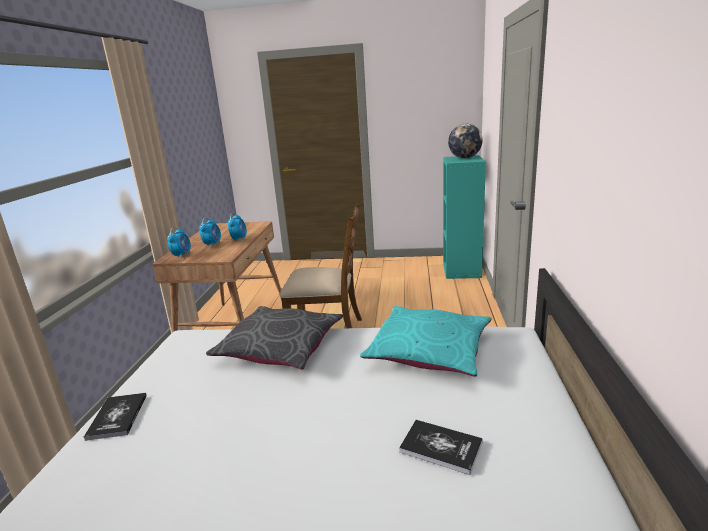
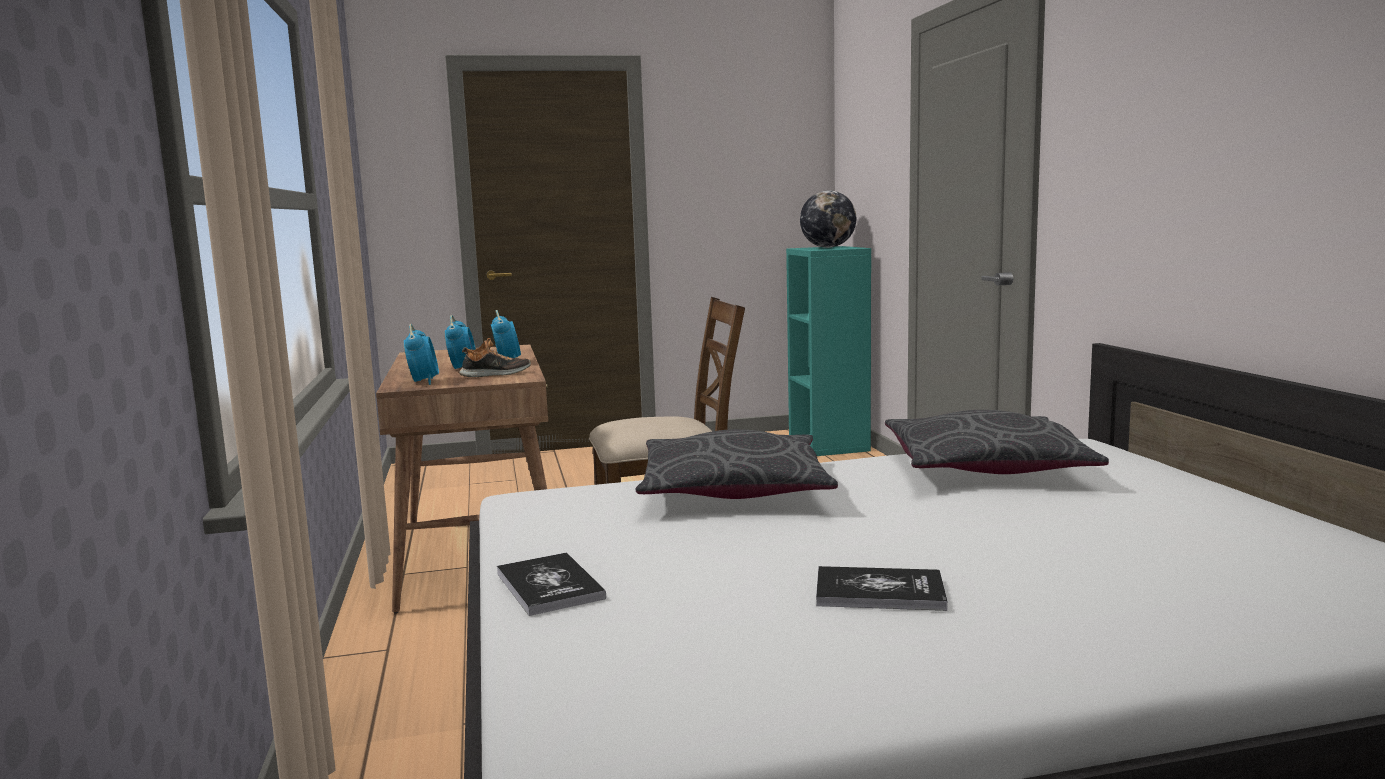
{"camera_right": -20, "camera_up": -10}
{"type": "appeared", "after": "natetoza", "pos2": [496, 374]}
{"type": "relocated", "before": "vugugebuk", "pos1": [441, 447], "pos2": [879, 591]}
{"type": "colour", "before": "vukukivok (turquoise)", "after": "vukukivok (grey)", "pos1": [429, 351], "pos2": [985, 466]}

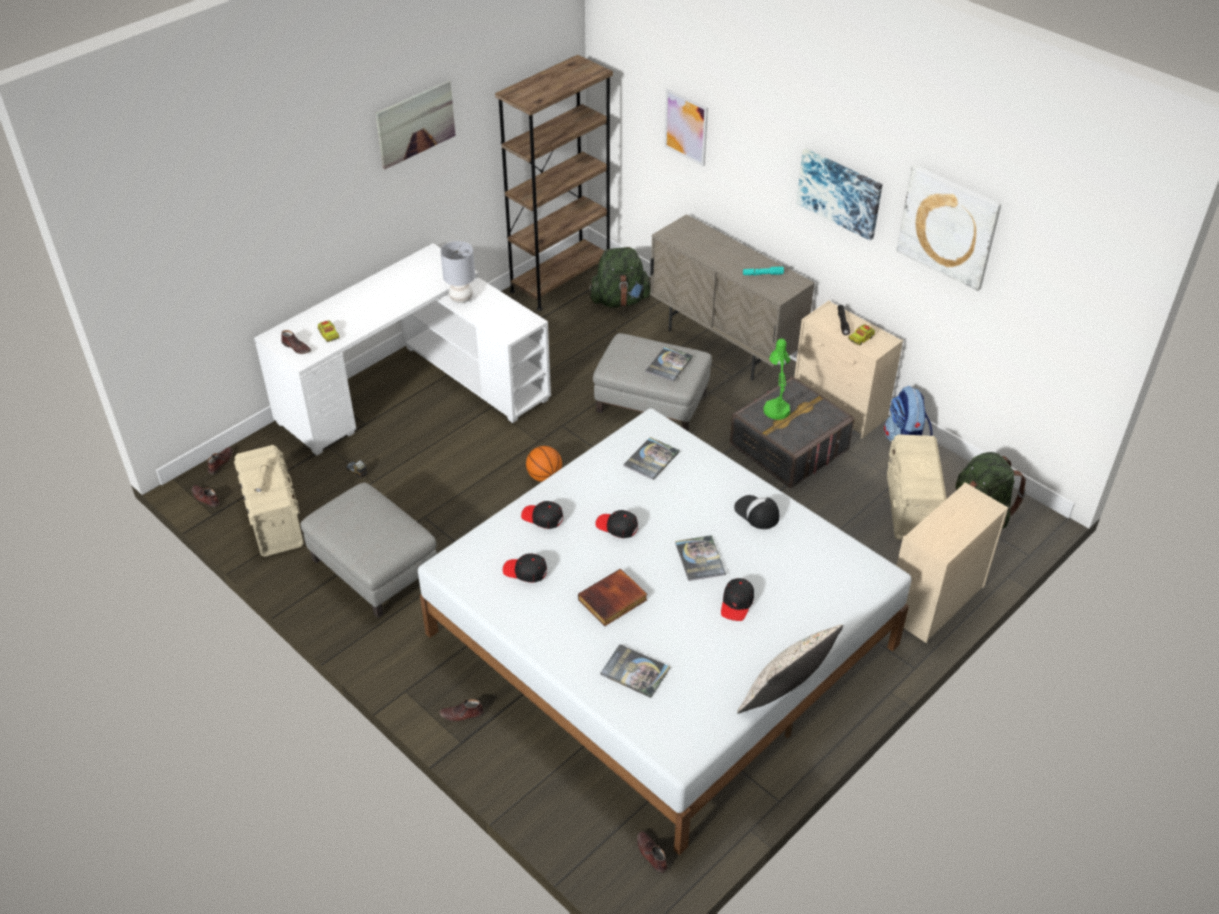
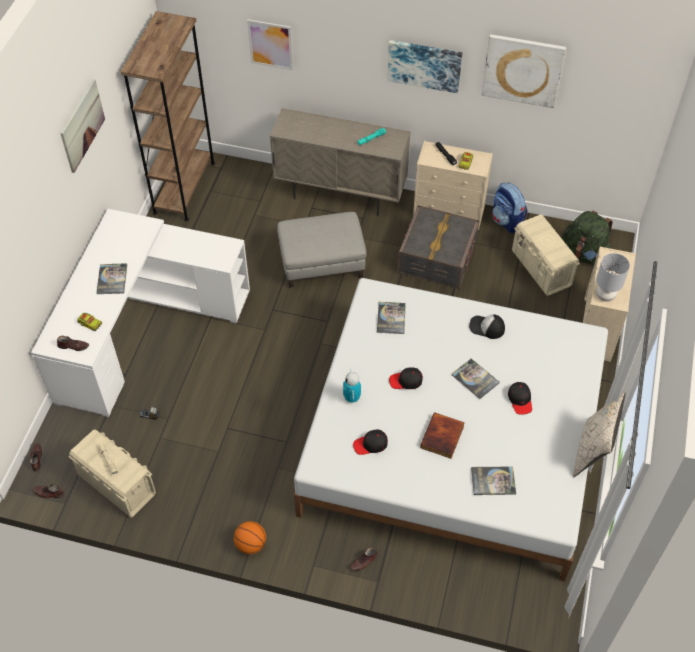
{"camera_right": -30, "camera_up": 10}
{"type": "missing", "before": "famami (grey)", "pos1": [373, 568]}
{"type": "missing", "before": "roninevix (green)", "pos1": [620, 300]}
{"type": "missing", "before": "natetoza (brown)", "pos1": [651, 854]}
{"type": "missing", "before": "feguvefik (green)", "pos1": [776, 406]}
{"type": "relocated", "before": "feguvefik (grey)", "pos1": [461, 299], "pos2": [605, 295]}
{"type": "relocated", "before": "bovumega", "pos1": [544, 476], "pos2": [251, 544]}
{"type": "relocated", "before": "vugugebuk", "pos1": [669, 364], "pos2": [112, 279]}
{"type": "exchanged", "before": "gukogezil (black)", "after": "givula", "pos1": [542, 517], "pos2": [352, 398]}

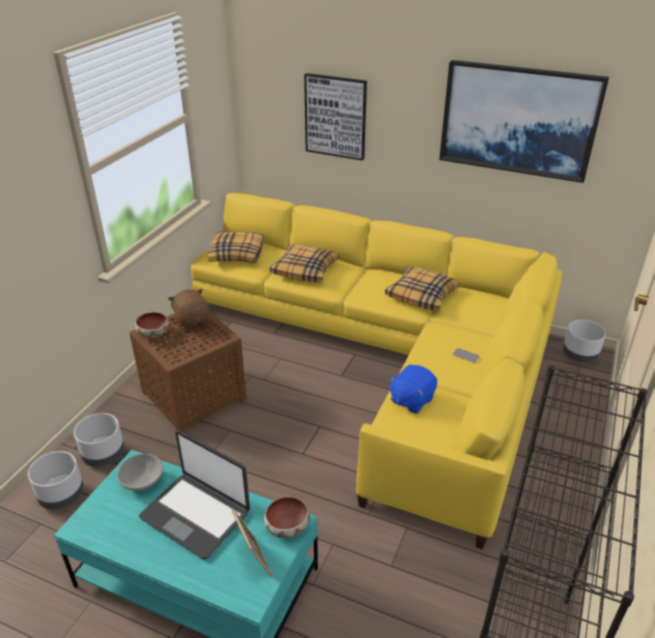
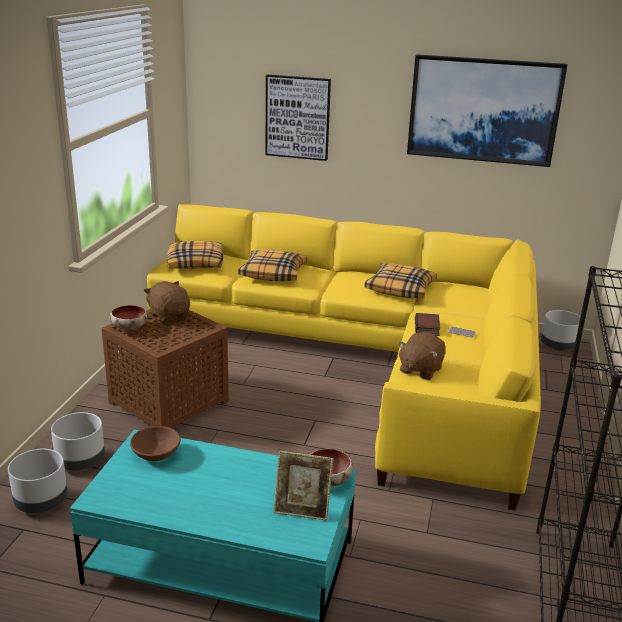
{"camera_right": -10, "camera_up": -10}
{"type": "missing", "before": "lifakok", "pos1": [196, 514]}
{"type": "appeared", "after": "vugugebuk", "pos2": [428, 328]}
{"type": "colour", "before": "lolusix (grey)", "after": "lolusix (brown)", "pos1": [143, 481], "pos2": [156, 454]}
{"type": "colour", "before": "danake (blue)", "after": "danake (brown)", "pos1": [411, 400], "pos2": [420, 370]}
{"type": "spun", "before": "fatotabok", "pos1": [254, 560], "pos2": [302, 510], "turn": 135}

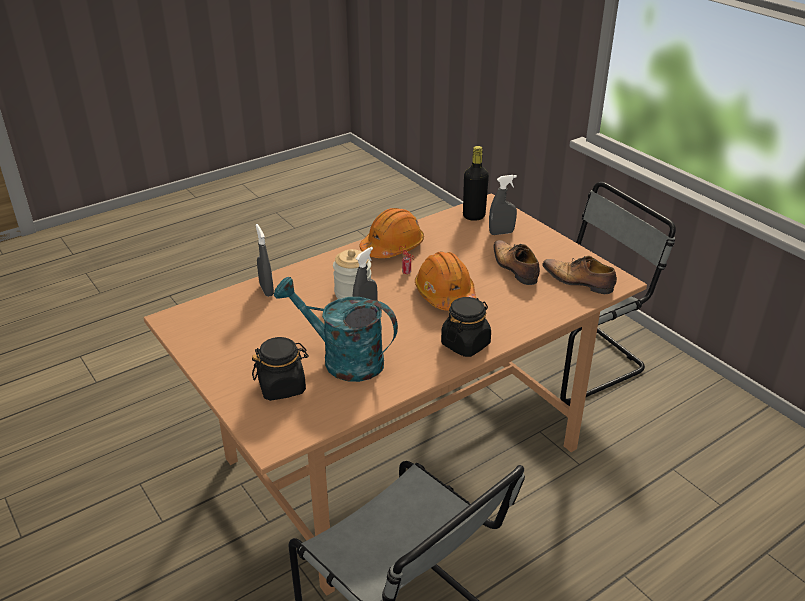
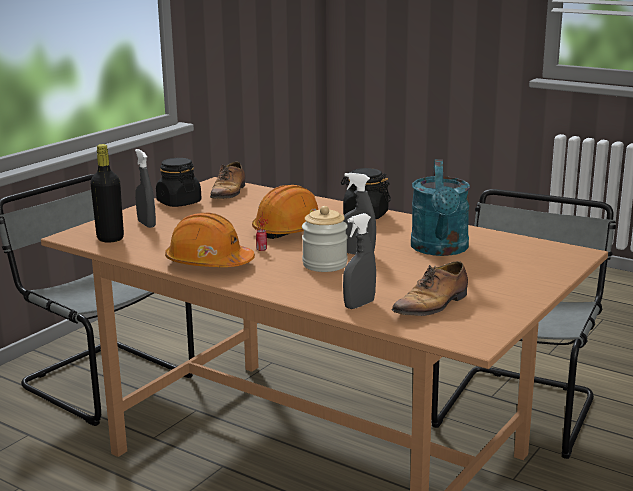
{"camera_right": -110, "camera_up": -15}
{"type": "relocated", "before": "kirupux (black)", "pos1": [282, 386], "pos2": [179, 202]}
{"type": "relocated", "before": "natetoza", "pos1": [514, 268], "pos2": [432, 305]}

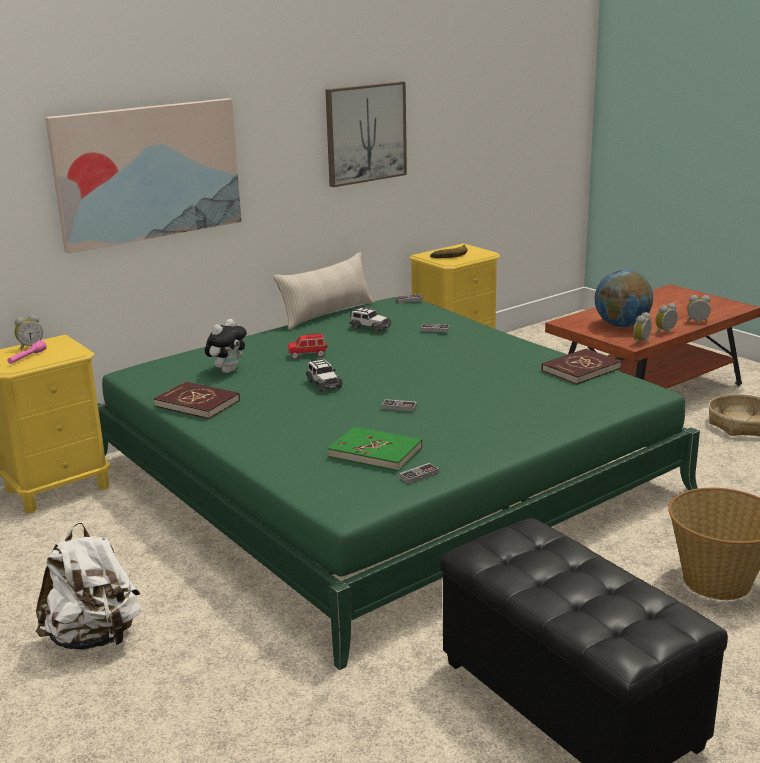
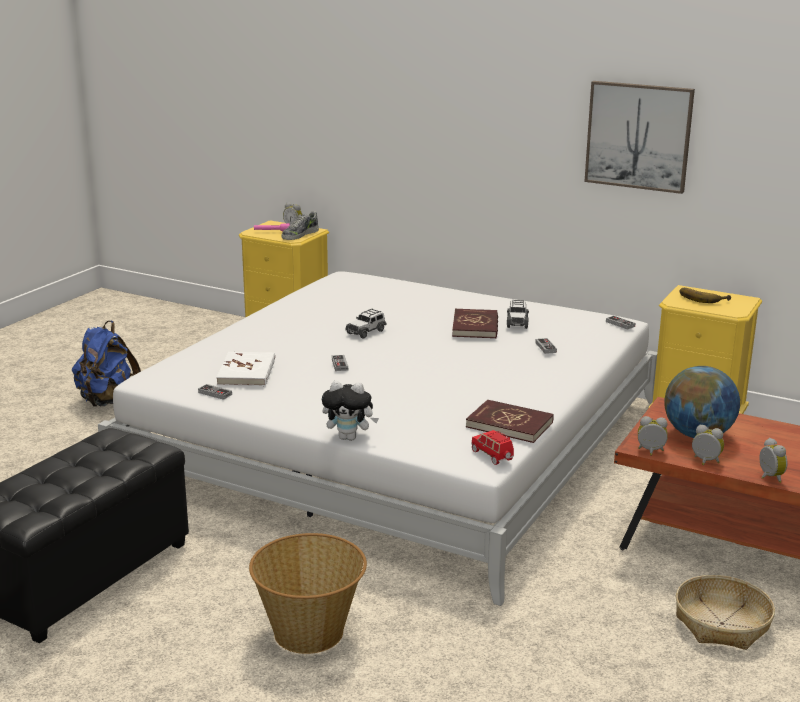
{"camera_right": 65, "camera_up": 0}
{"type": "missing", "before": "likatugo", "pos1": [148, 172]}
{"type": "missing", "before": "vukukivok (beige)", "pos1": [327, 314]}
{"type": "appeared", "after": "natetoza", "pos2": [300, 235]}
{"type": "relocated", "before": "vugugebuk (red)", "pos1": [197, 403], "pos2": [475, 326]}
{"type": "relocated", "before": "danake", "pos1": [228, 370], "pos2": [349, 438]}
{"type": "relocated", "before": "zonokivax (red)", "pos1": [308, 355], "pos2": [492, 456]}
{"type": "colour", "before": "roninevix (white)", "after": "roninevix (blue)", "pos1": [94, 638], "pos2": [107, 401]}
{"type": "colour", "before": "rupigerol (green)", "after": "rupigerol (white)", "pos1": [382, 476], "pos2": [398, 441]}
{"type": "colour", "before": "vugugebuk (green)", "after": "vugugebuk (white)", "pos1": [375, 452], "pos2": [247, 372]}

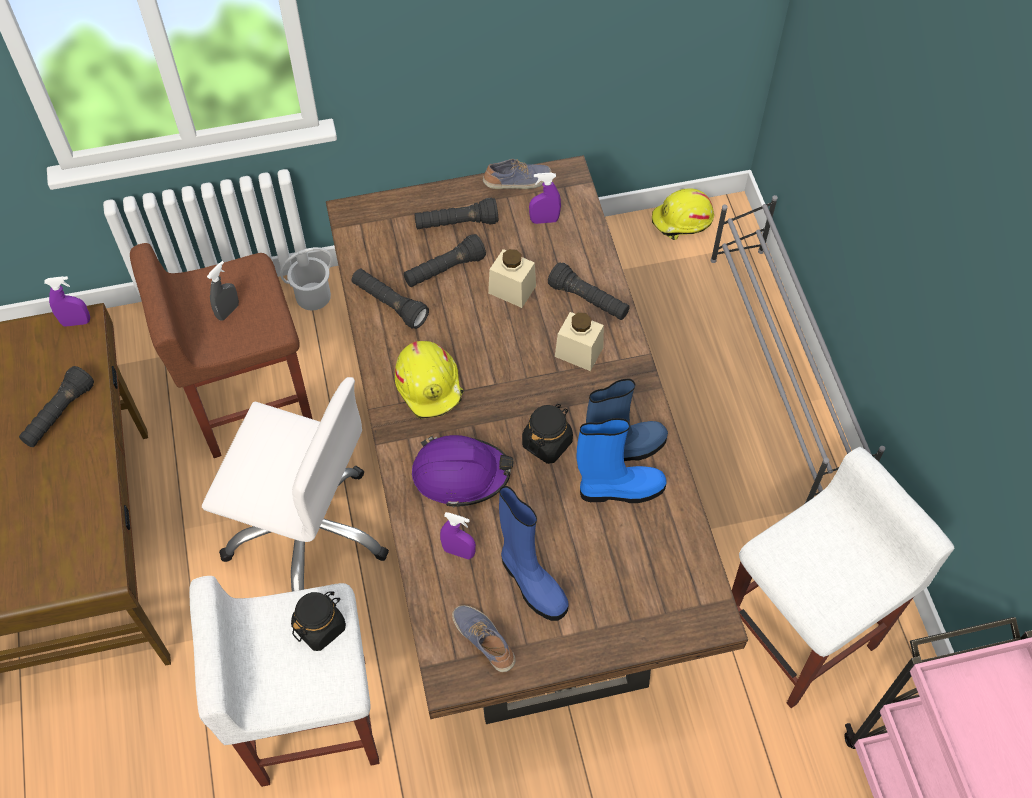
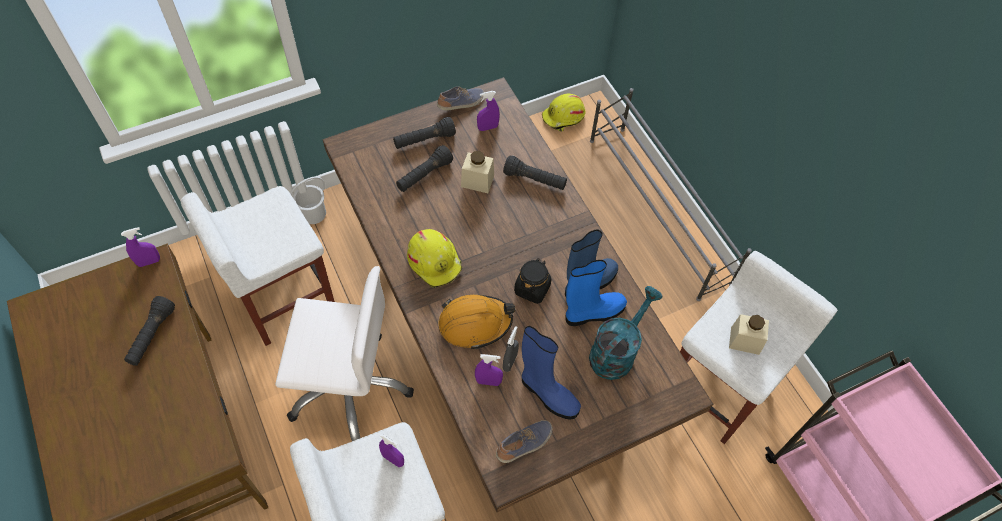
{"camera_right": -15, "camera_up": 0}
{"type": "missing", "before": "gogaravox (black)", "pos1": [389, 304]}
{"type": "appeared", "after": "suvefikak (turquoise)", "pos2": [616, 351]}
{"type": "relocated", "before": "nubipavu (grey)", "pos1": [228, 311], "pos2": [510, 362]}
{"type": "relocated", "before": "kirupux (beige)", "pos1": [579, 352], "pos2": [745, 341]}
{"type": "exchanged", "before": "kirupux (black)", "after": "nubipavu (purple)", "pos1": [320, 627], "pos2": [393, 459]}
{"type": "colour", "before": "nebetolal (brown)", "after": "nebetolal (white)", "pos1": [249, 403], "pos2": [283, 300]}
{"type": "colour", "before": "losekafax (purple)", "after": "losekafax (orange)", "pos1": [460, 474], "pos2": [475, 323]}
{"type": "spun", "before": "natetoza", "pos1": [484, 640], "pos2": [525, 444], "turn": 105}

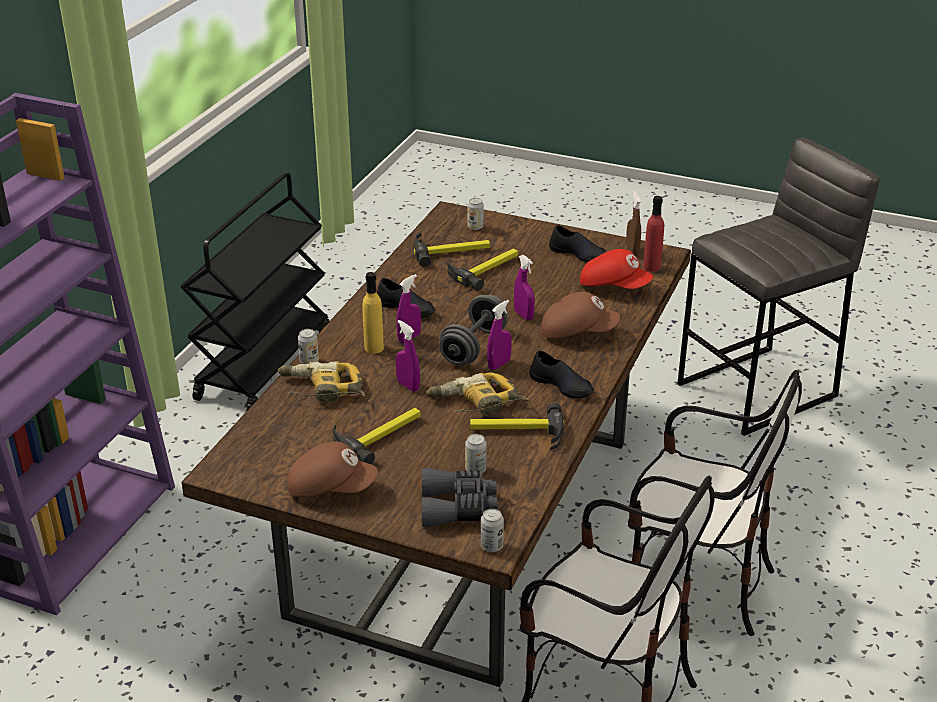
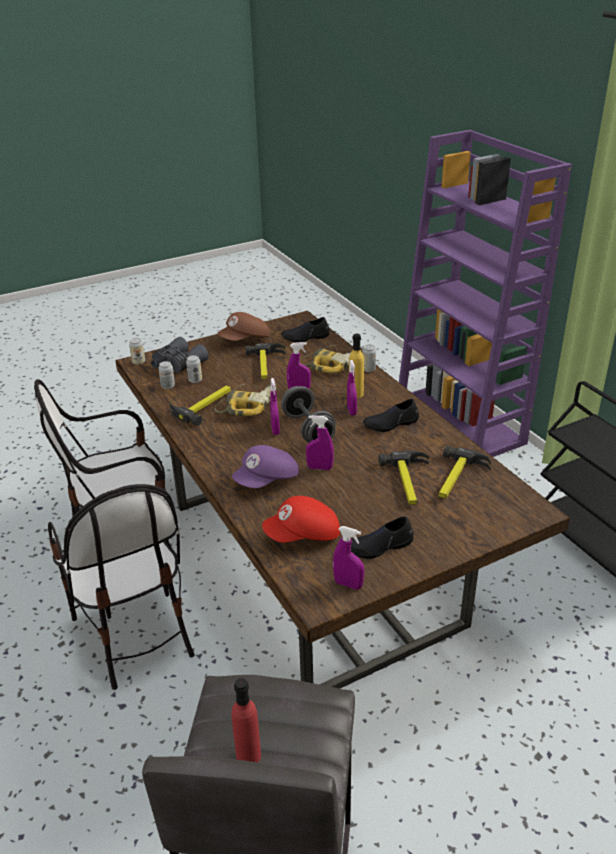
{"camera_right": 130, "camera_up": 0}
{"type": "relocated", "before": "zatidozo", "pos1": [475, 227], "pos2": [168, 386]}
{"type": "relocated", "before": "natetoza (black)", "pos1": [562, 385], "pos2": [305, 337]}
{"type": "relocated", "before": "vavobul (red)", "pos1": [651, 267], "pos2": [248, 755]}
{"type": "colour", "before": "gukogezil (brown)", "after": "gukogezil (purple)", "pos1": [577, 332], "pos2": [267, 480]}
{"type": "colour", "before": "nubipavu (brown)", "after": "nubipavu (purple)", "pos1": [632, 251], "pos2": [348, 584]}
{"type": "spun", "before": "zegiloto", "pos1": [694, 585], "pos2": [134, 633], "turn": -90}

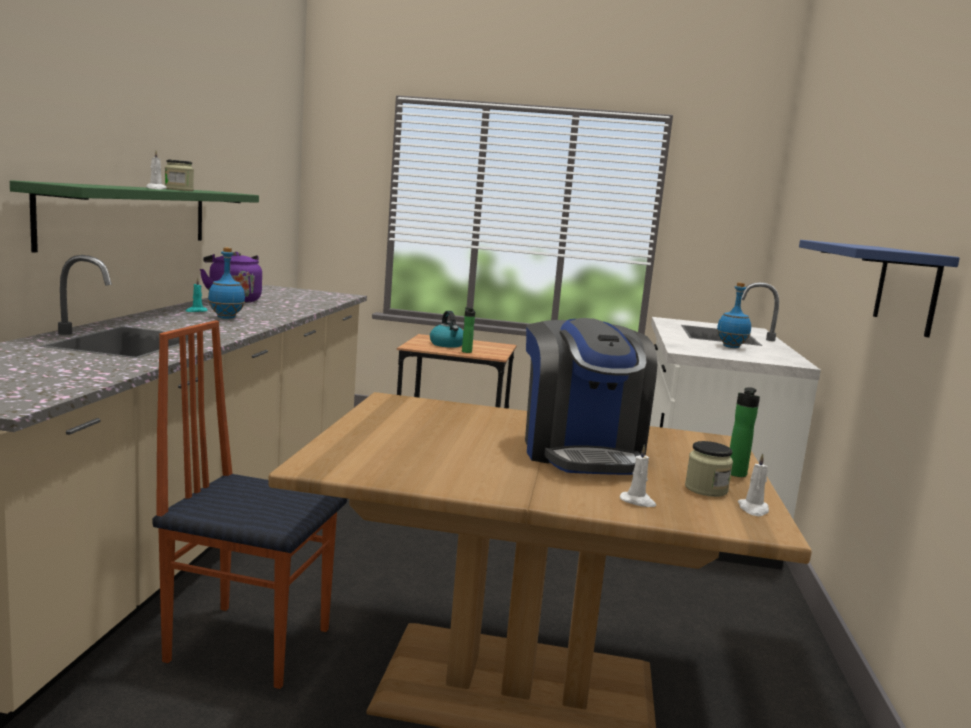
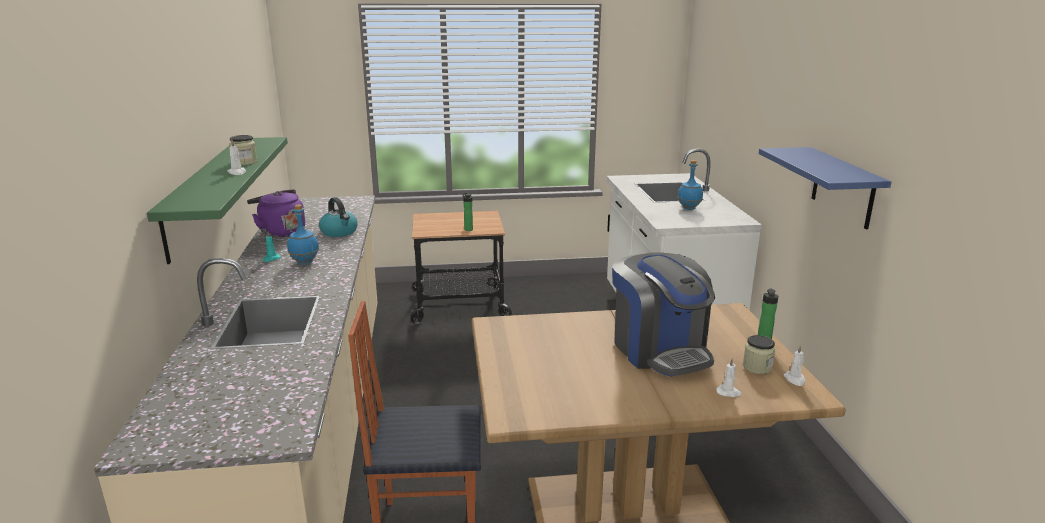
{"camera_right": -15, "camera_up": 10}
{"type": "relocated", "before": "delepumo", "pos1": [447, 345], "pos2": [339, 232]}

